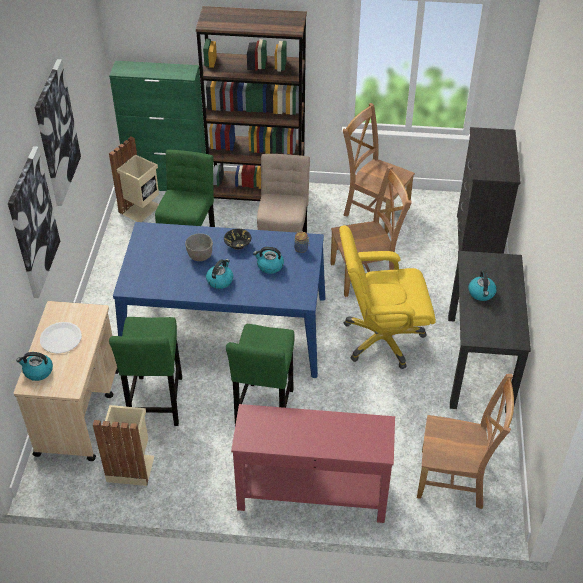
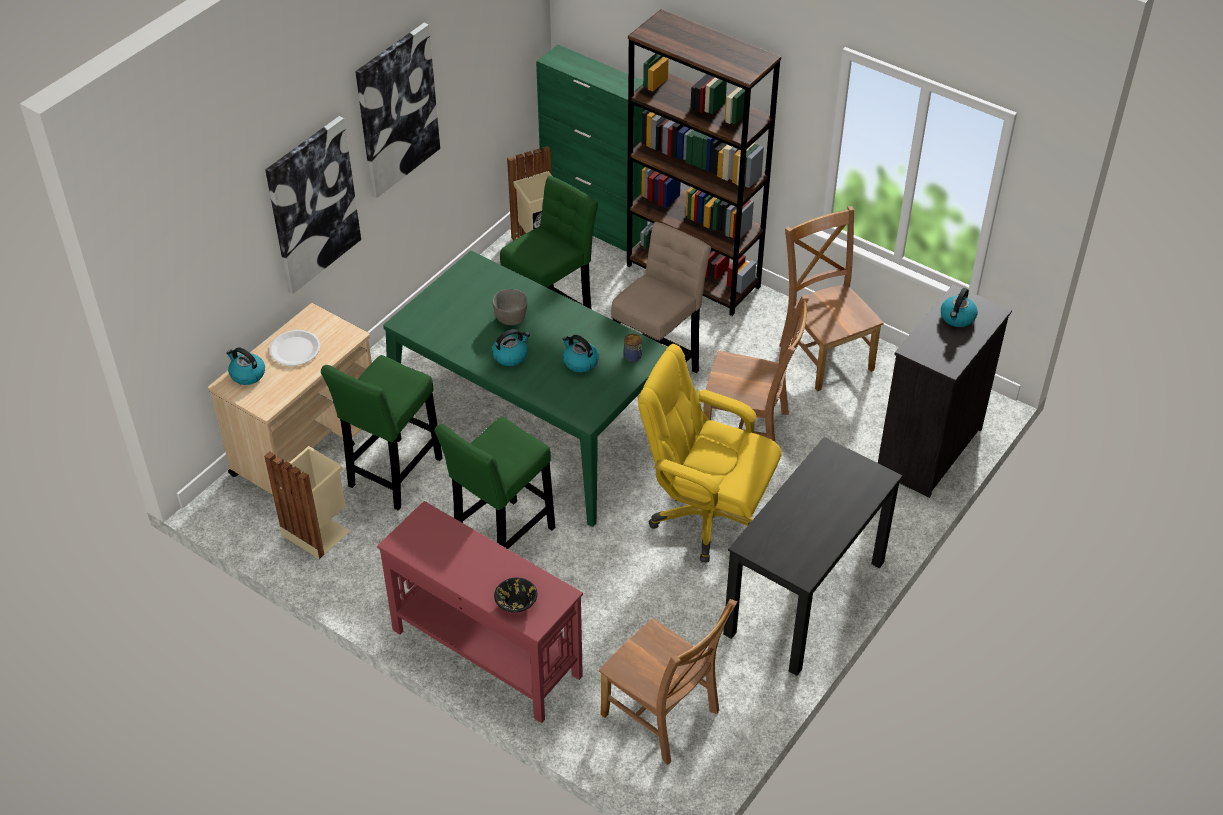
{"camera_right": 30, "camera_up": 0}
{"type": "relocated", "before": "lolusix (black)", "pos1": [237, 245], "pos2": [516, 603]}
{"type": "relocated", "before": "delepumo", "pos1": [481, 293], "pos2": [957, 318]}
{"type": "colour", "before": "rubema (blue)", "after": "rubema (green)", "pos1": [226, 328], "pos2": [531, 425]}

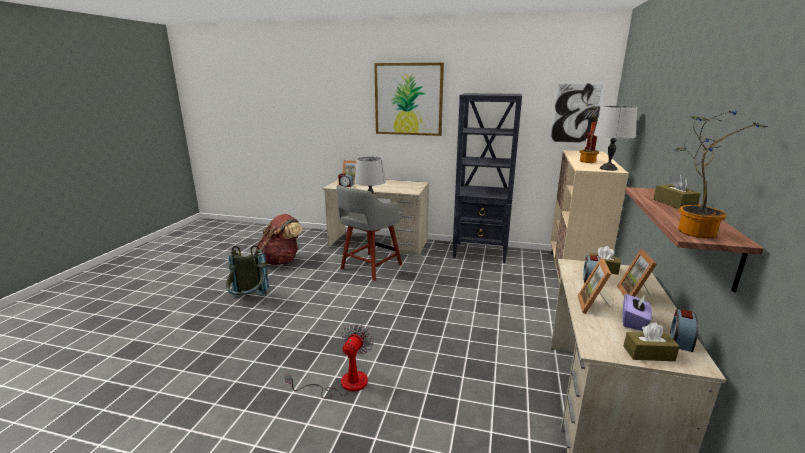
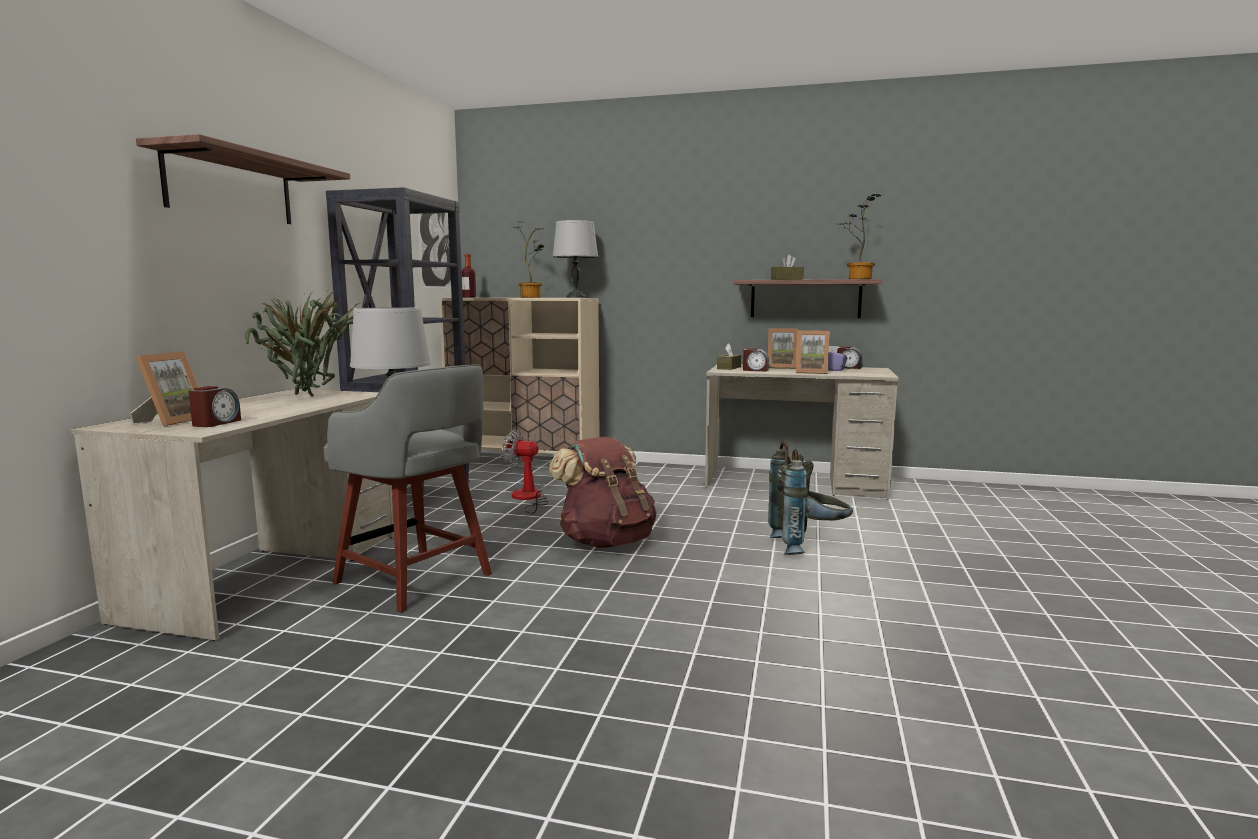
{"camera_right": -90, "camera_up": -10}
{"type": "missing", "before": "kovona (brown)", "pos1": [648, 353]}
{"type": "appeared", "after": "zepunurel", "pos2": [310, 397]}
{"type": "relocated", "before": "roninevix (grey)", "pos1": [248, 301], "pos2": [808, 546]}
{"type": "relocated", "before": "roninevix (brown)", "pos1": [281, 261], "pos2": [606, 542]}
{"type": "relocated", "before": "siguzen", "pos1": [343, 384], "pos2": [528, 499]}
{"type": "exchanged", "before": "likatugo", "after": "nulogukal", "pos1": [408, 99], "pos2": [231, 188]}

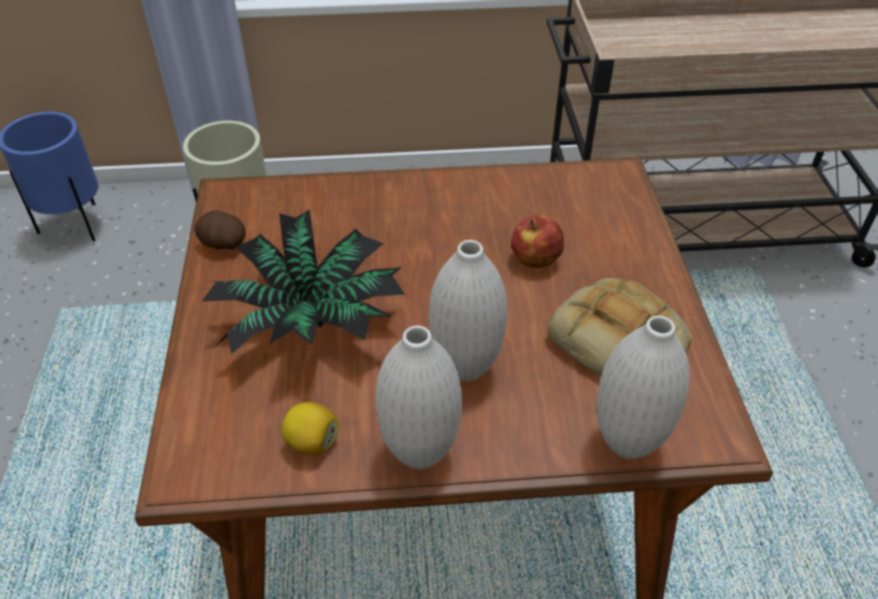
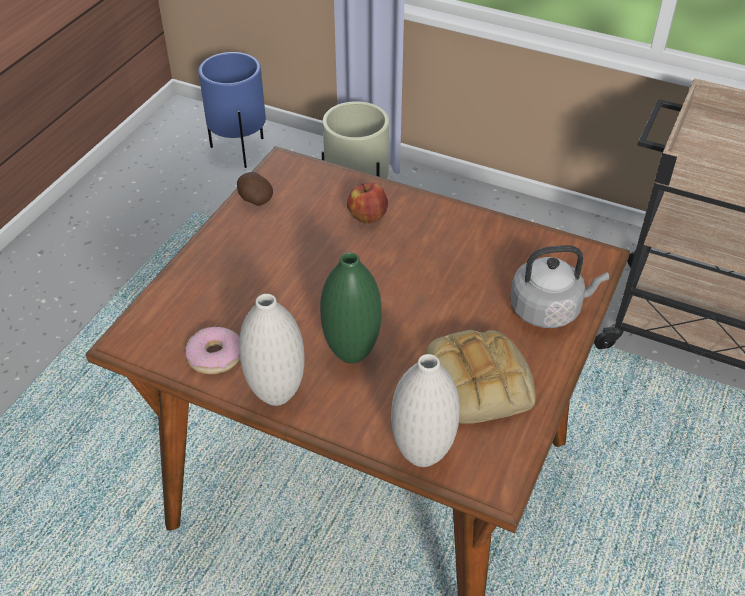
{"camera_right": 30, "camera_up": 0}
{"type": "missing", "before": "zepunurel", "pos1": [311, 323]}
{"type": "appeared", "after": "delepumo (grey)", "pos2": [549, 309]}
{"type": "relocated", "before": "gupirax", "pos1": [535, 260], "pos2": [367, 217]}
{"type": "exchanged", "before": "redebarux", "after": "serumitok", "pos1": [312, 443], "pos2": [215, 356]}
{"type": "colour", "before": "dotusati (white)", "after": "dotusati (green)", "pos1": [466, 367], "pos2": [351, 353]}

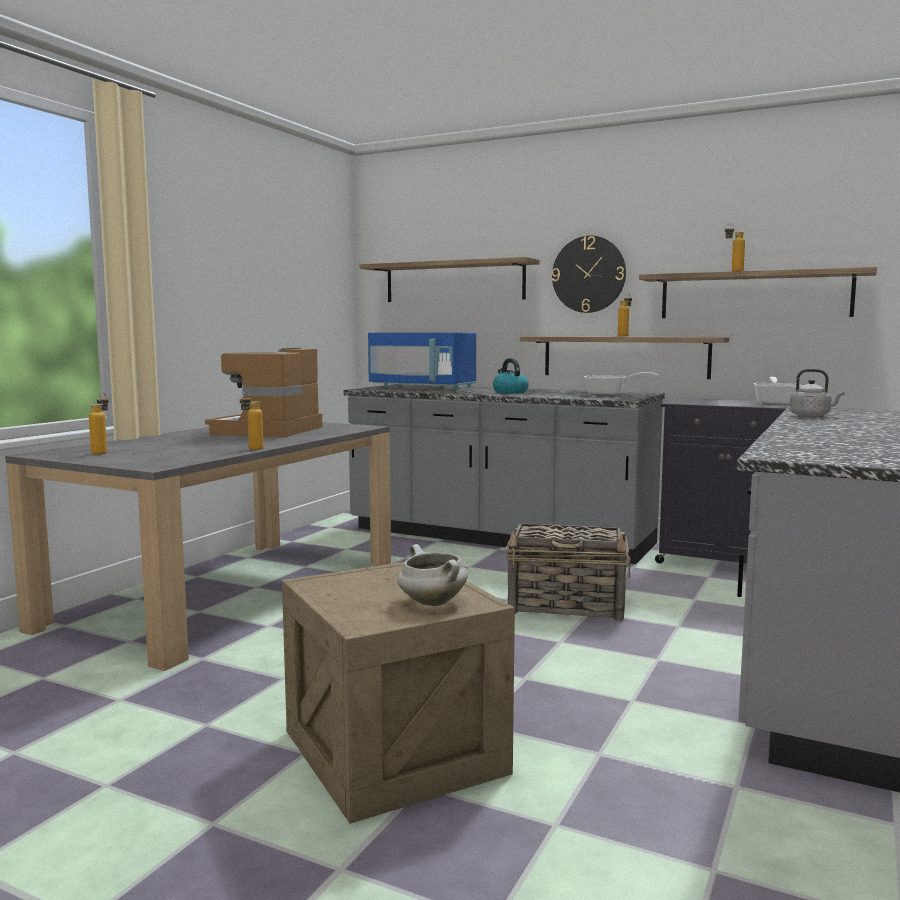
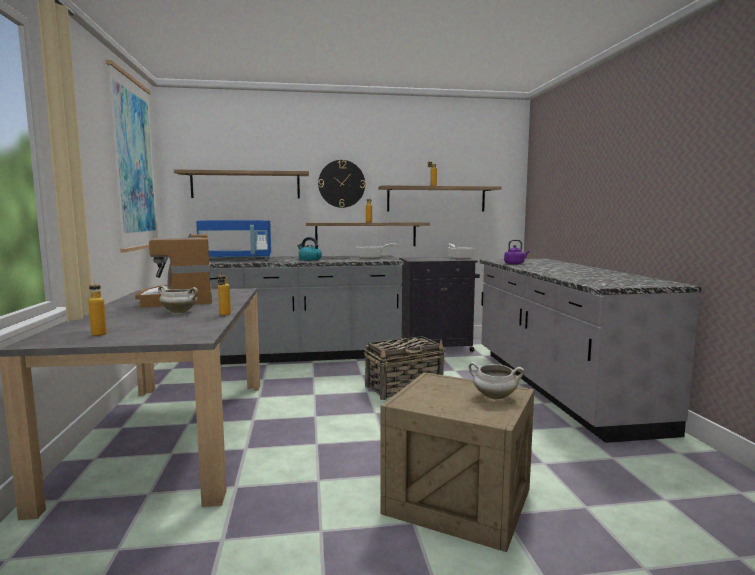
{"camera_right": -35, "camera_up": 0}
{"type": "appeared", "after": "likatugo", "pos2": [134, 164]}
{"type": "appeared", "after": "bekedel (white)", "pos2": [180, 312]}
{"type": "colour", "before": "delepumo (grey)", "after": "delepumo (purple)", "pos1": [812, 416], "pos2": [515, 264]}

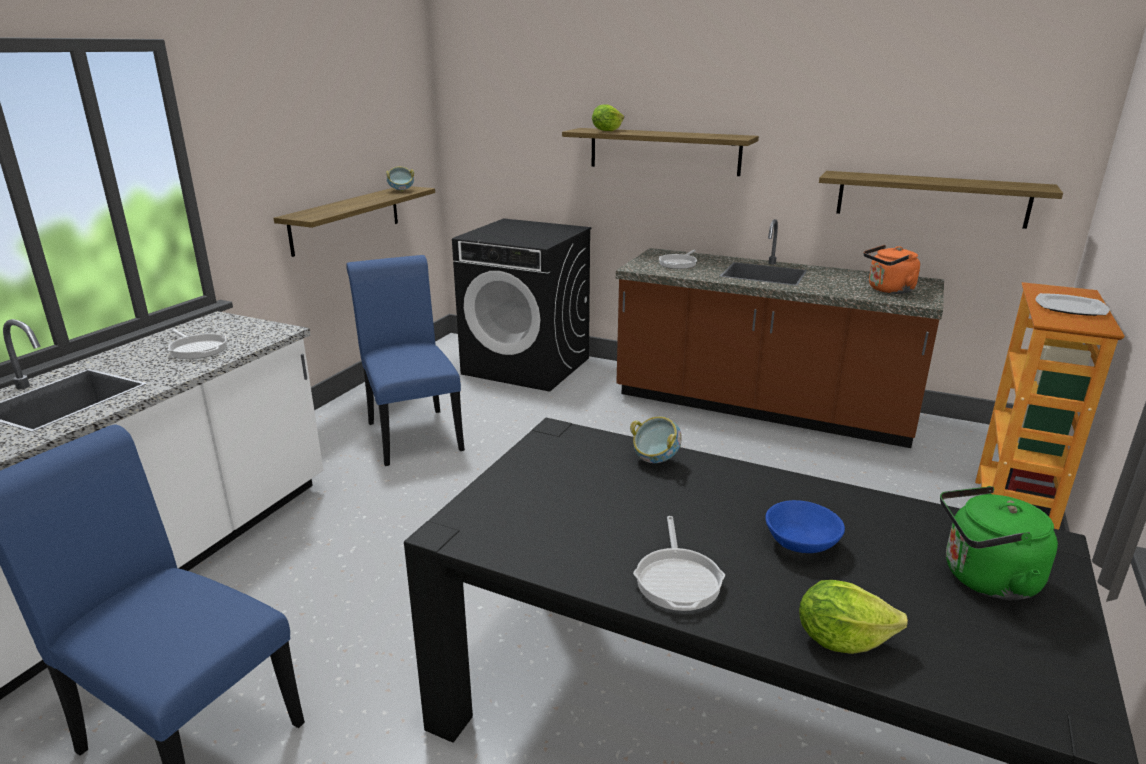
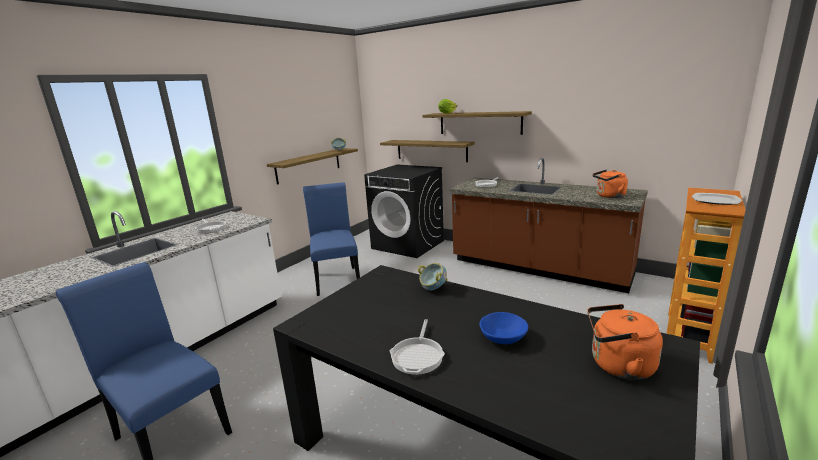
{"camera_right": 10, "camera_up": -5}
{"type": "missing", "before": "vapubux", "pos1": [841, 639]}
{"type": "relocated", "before": "nulogukal", "pos1": [931, 199], "pos2": [431, 150]}
{"type": "colour", "before": "delepumo (green)", "after": "delepumo (orange)", "pos1": [984, 579], "pos2": [618, 365]}

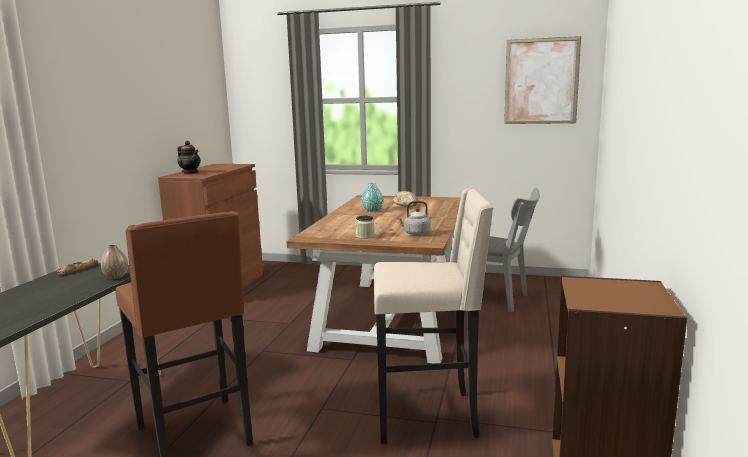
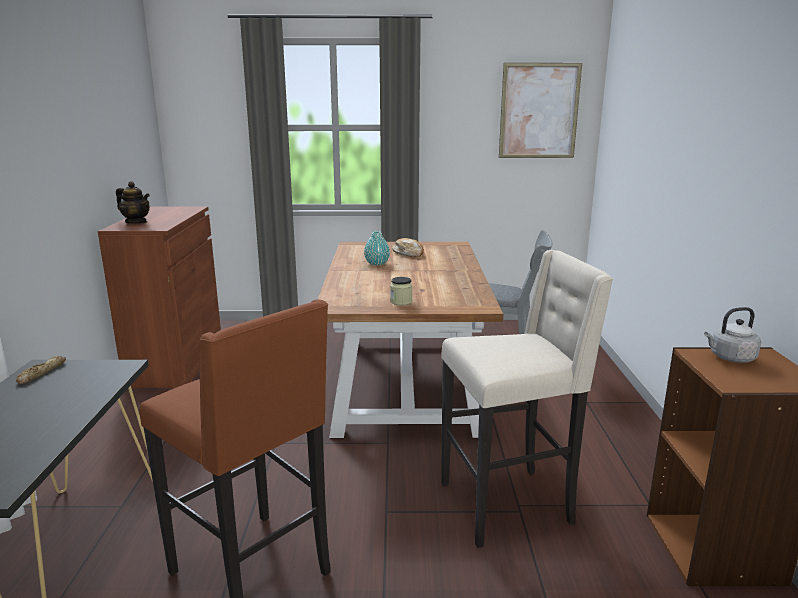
{"camera_right": -15, "camera_up": 5}
{"type": "missing", "before": "dotusati", "pos1": [116, 277]}
{"type": "relocated", "before": "delepumo (grey)", "pos1": [415, 233], "pos2": [730, 358]}

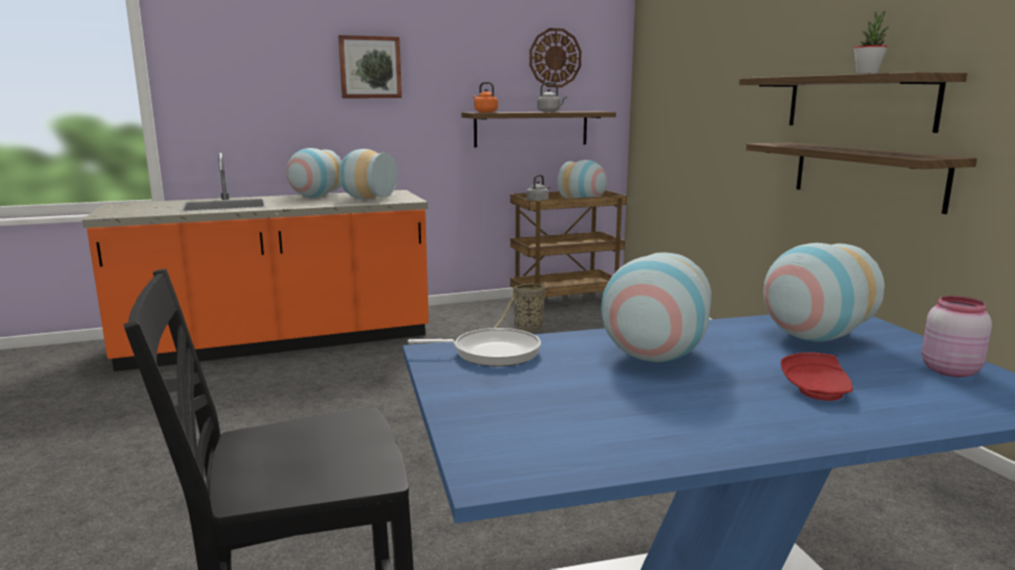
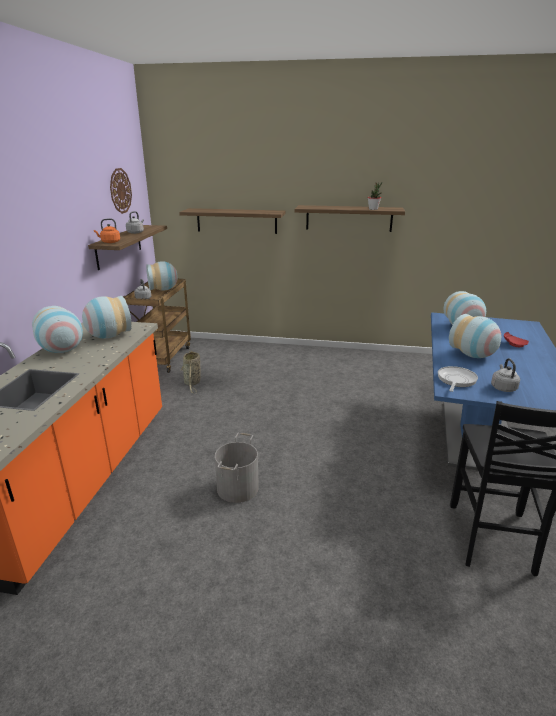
{"camera_right": -60, "camera_up": 10}
{"type": "missing", "before": "likatugo", "pos1": [370, 67]}
{"type": "missing", "before": "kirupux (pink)", "pos1": [948, 370]}
{"type": "appeared", "after": "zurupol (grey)", "pos2": [238, 488]}
{"type": "appeared", "after": "delepumo (grey)", "pos2": [503, 387]}
{"type": "relocated", "before": "nulogukal", "pos1": [866, 174], "pos2": [236, 221]}

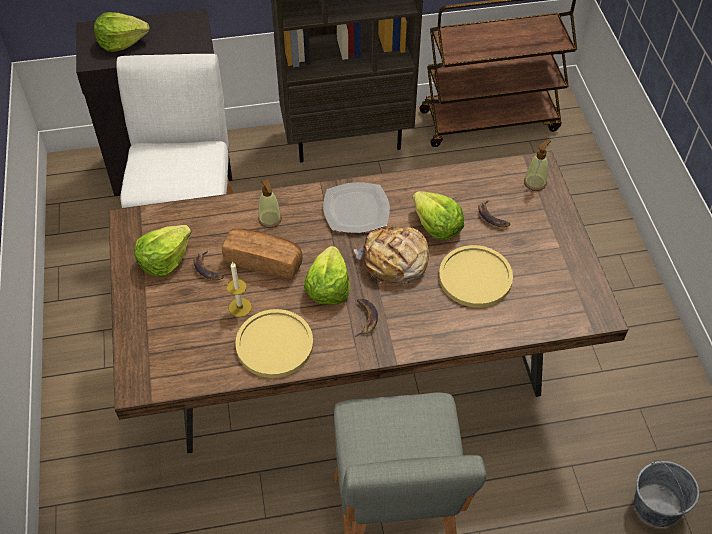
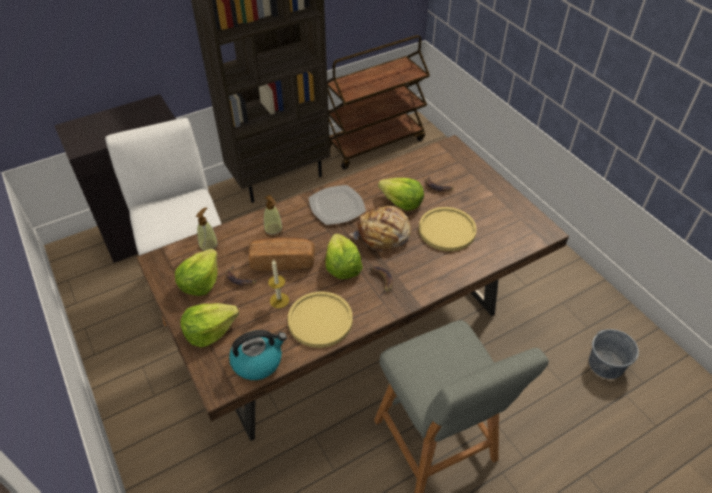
{"camera_right": -20, "camera_up": -5}
{"type": "appeared", "after": "delepumo", "pos2": [258, 361]}
{"type": "relocated", "before": "vapubux", "pos1": [121, 42], "pos2": [210, 331]}
{"type": "relocated", "before": "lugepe", "pos1": [535, 183], "pos2": [209, 246]}

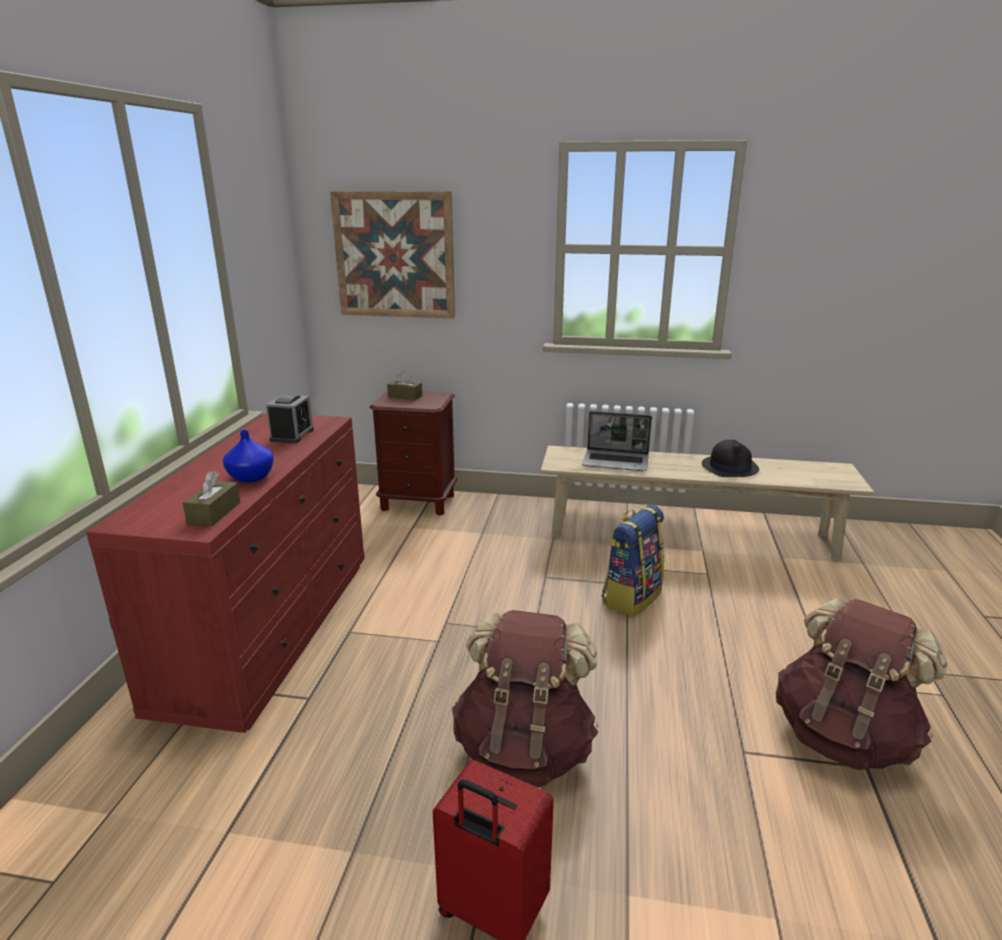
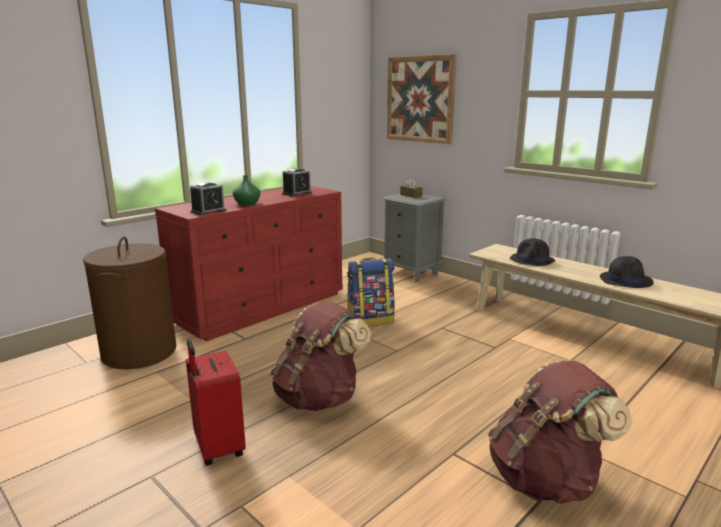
{"camera_right": 35, "camera_up": -5}
{"type": "appeared", "after": "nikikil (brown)", "pos2": [139, 352]}
{"type": "relocated", "before": "roninevix", "pos1": [631, 597], "pos2": [370, 320]}
{"type": "exchanged", "before": "kovona (brown)", "after": "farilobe", "pos1": [214, 513], "pos2": [208, 211]}
{"type": "exchanged", "before": "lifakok", "after": "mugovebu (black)", "pos1": [616, 462], "pos2": [532, 260]}
{"type": "colour", "before": "dotusati (blue)", "after": "dotusati (green)", "pos1": [250, 478], "pos2": [246, 204]}
{"type": "colour", "before": "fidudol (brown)", "after": "fidudol (grey)", "pos1": [418, 502], "pos2": [410, 272]}

